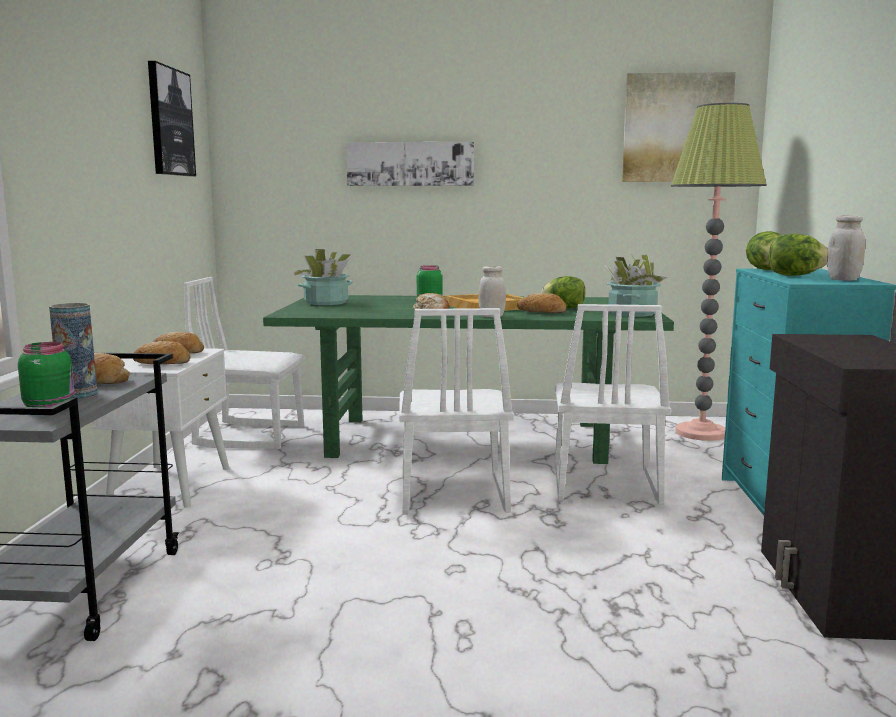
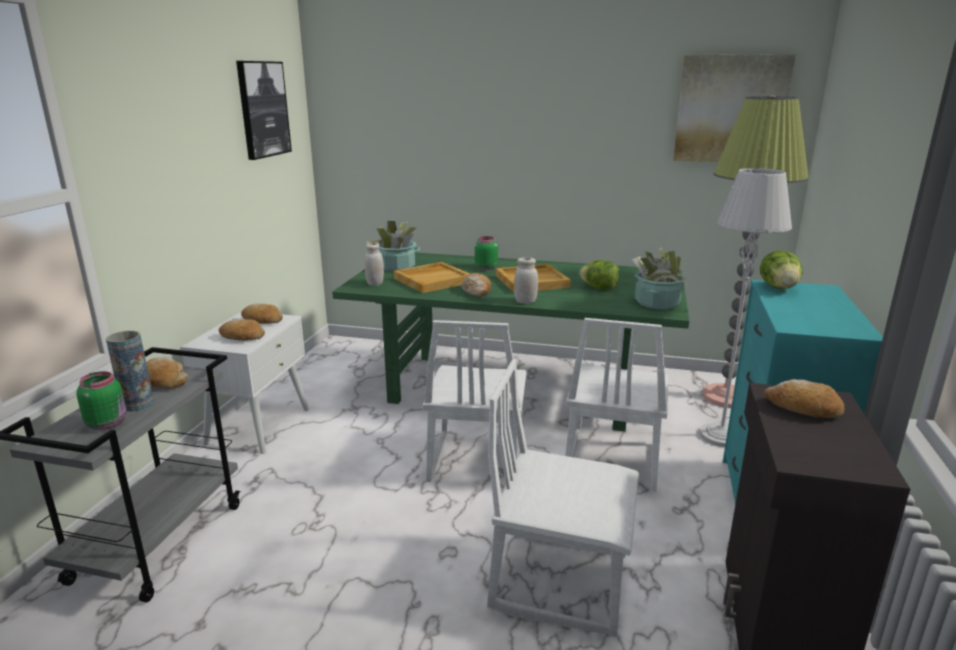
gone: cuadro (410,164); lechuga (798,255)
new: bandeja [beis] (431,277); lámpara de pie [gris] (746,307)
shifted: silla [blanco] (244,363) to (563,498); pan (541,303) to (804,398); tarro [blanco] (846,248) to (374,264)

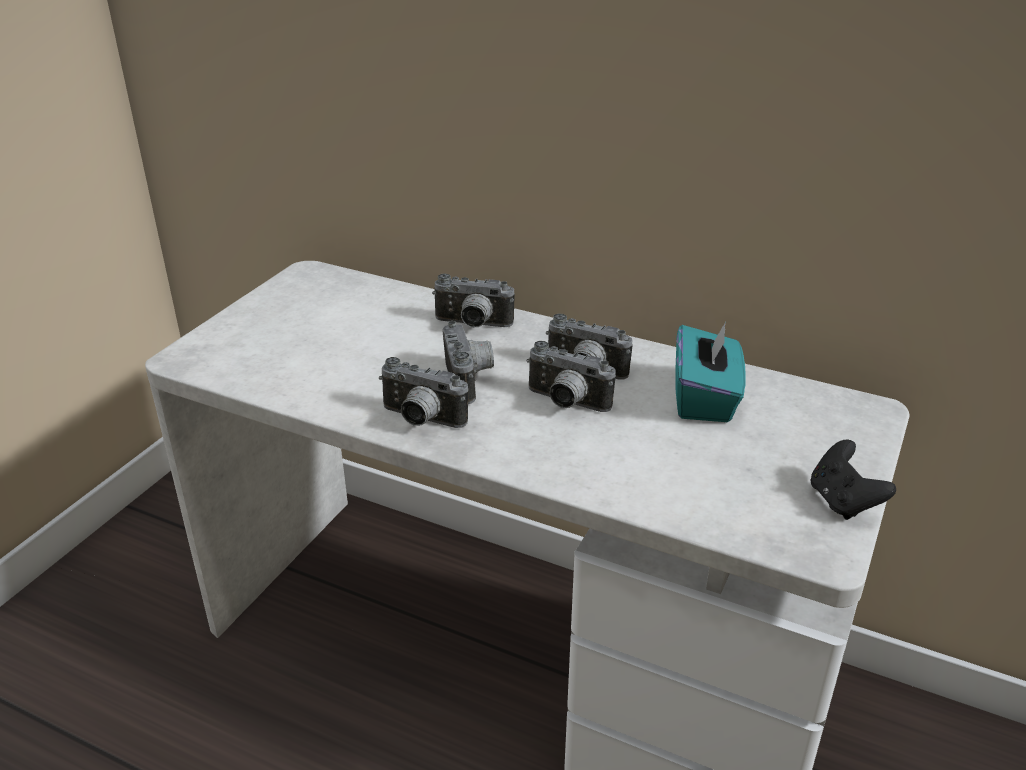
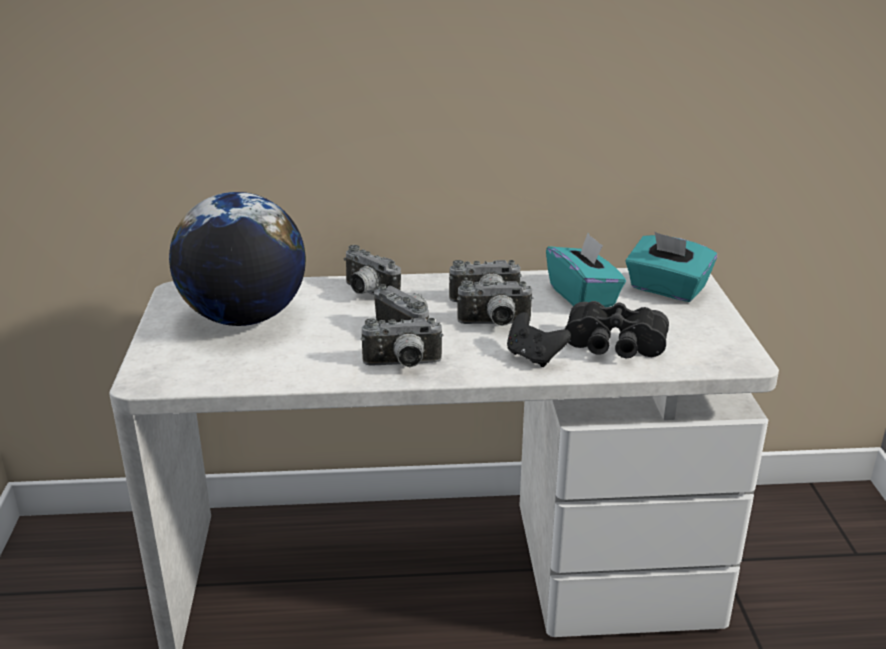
new: globo terráqueo (237,259); prismáticos [negro] (617,329); caja de pañuelos [turquesa] (671,267)
shifted: mando de consola [negro] (853,480) to (539,339)
rotated: cámara (473,301) = (372,270) 60 degrees clockwise

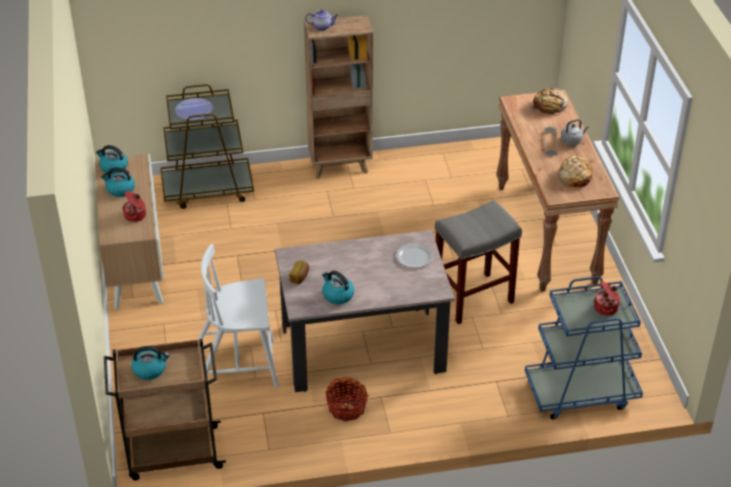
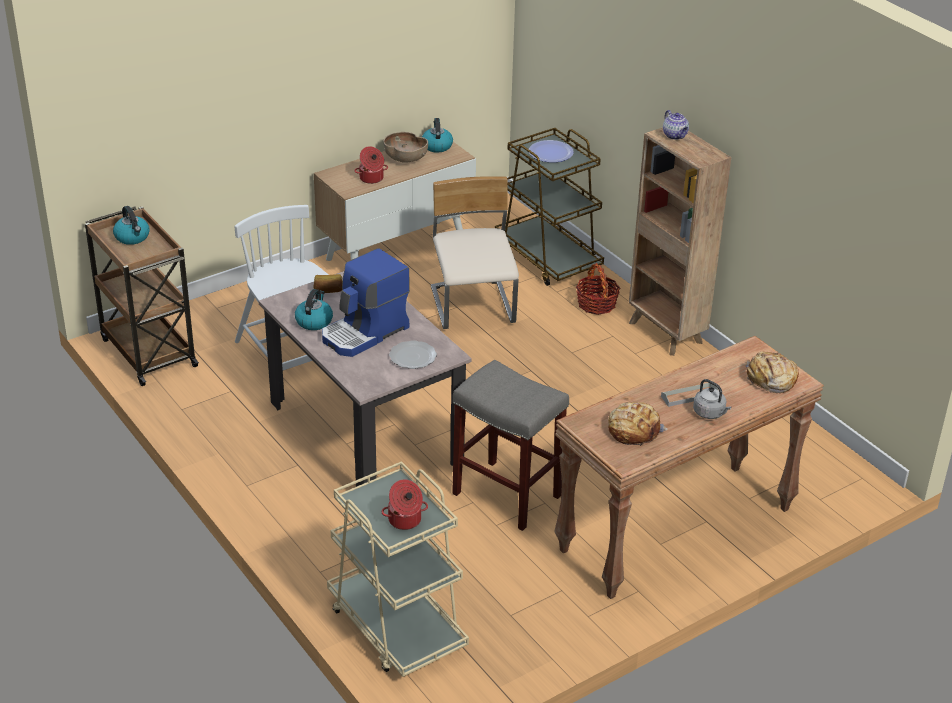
new: cafetera (366,302); silla [beis] (475,252)
shifted: cesta (347,399) to (598,289)
swapped: hervidor (118,182) to cuenco [marrón] (405,147)
repainted: carrito [azul] (584,347) to carrito [beis] (398,569)

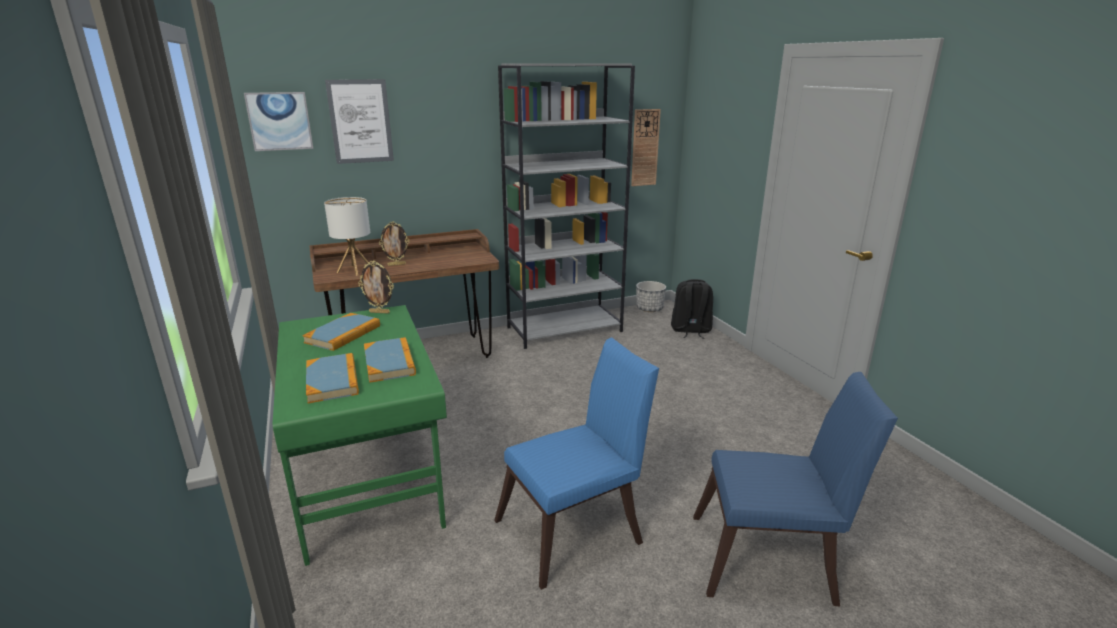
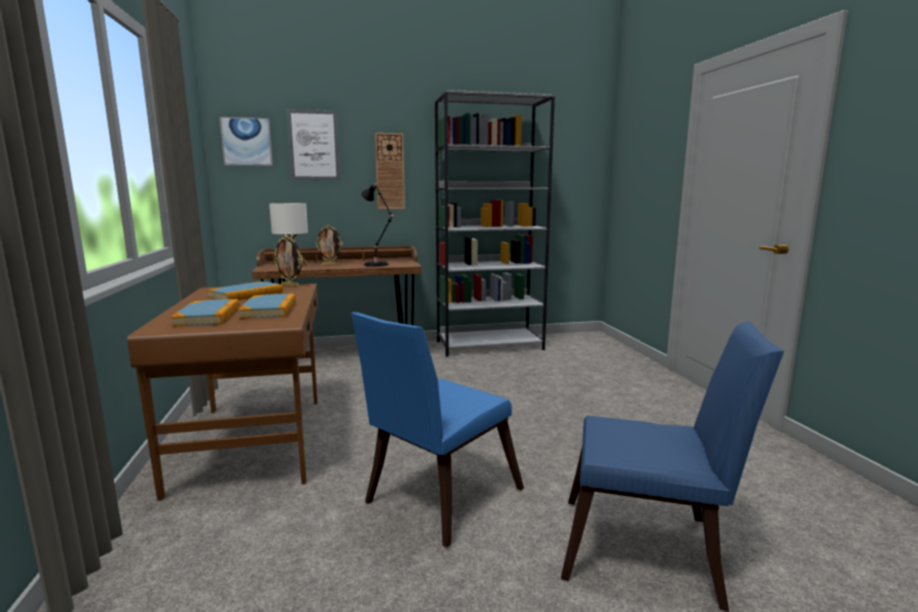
gone: maceta (651,296); mochila [negro] (692,309)
new: lámpara de mesa [negro] (377,225)
shifted: reloj de pared (646,147) to (390,171)
repainted: escritorio [verde] (360,435) to escritorio [marrón] (222,392)
rotated: silla [azul] (576,463) = (437,430) 150 degrees clockwise

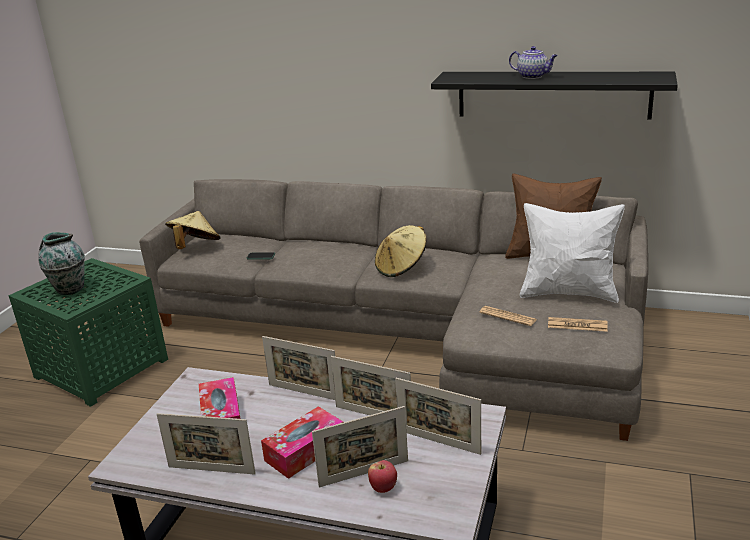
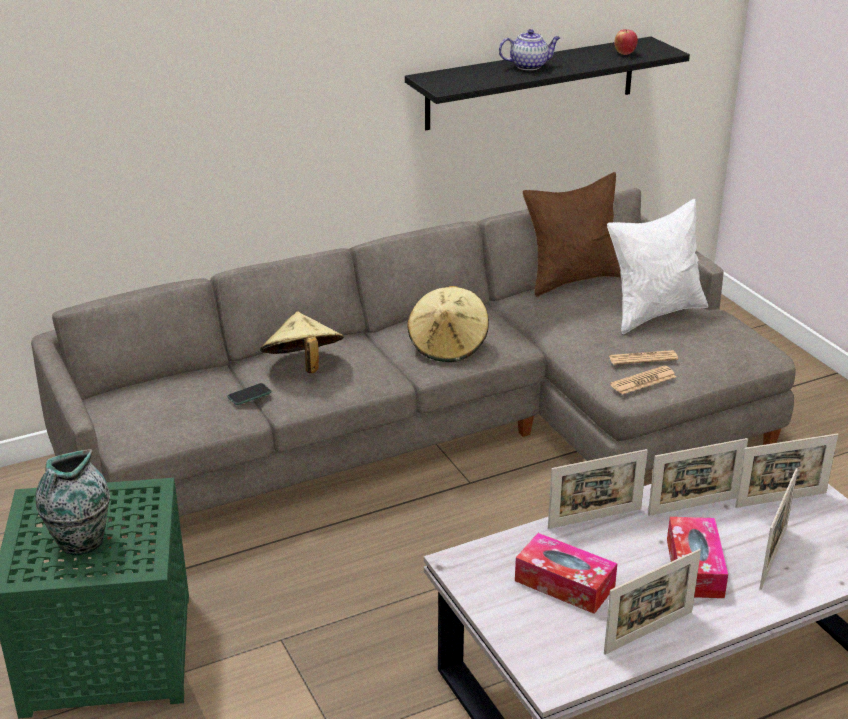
shifted: sombrero [beis] (193,230) to (302,342); manzana (382,476) to (626,42); periódico (578,324) to (643,380)

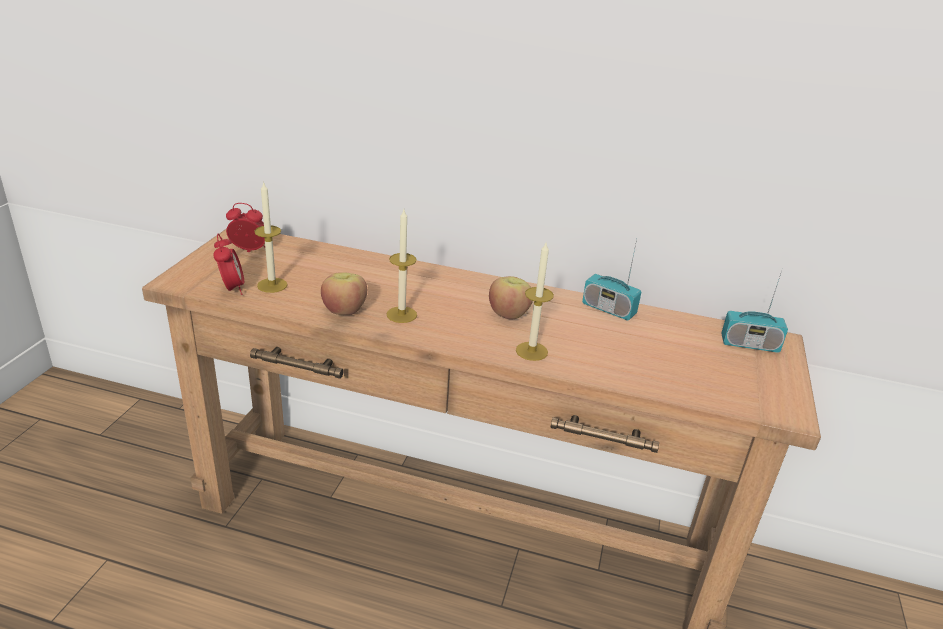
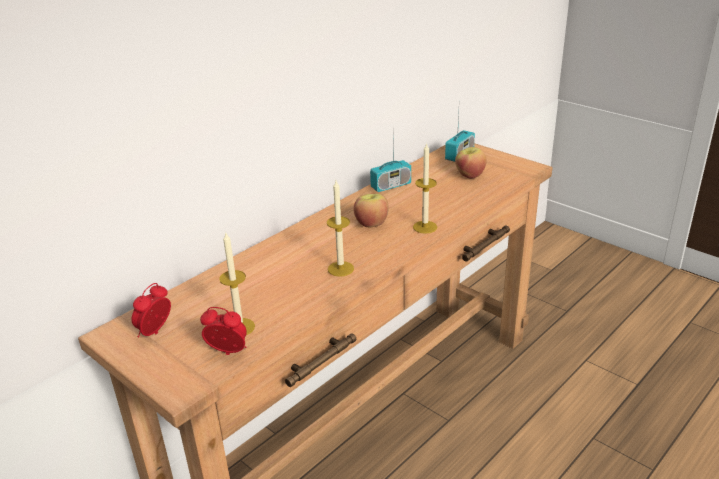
shifted: manzana (344,293) to (470,163)

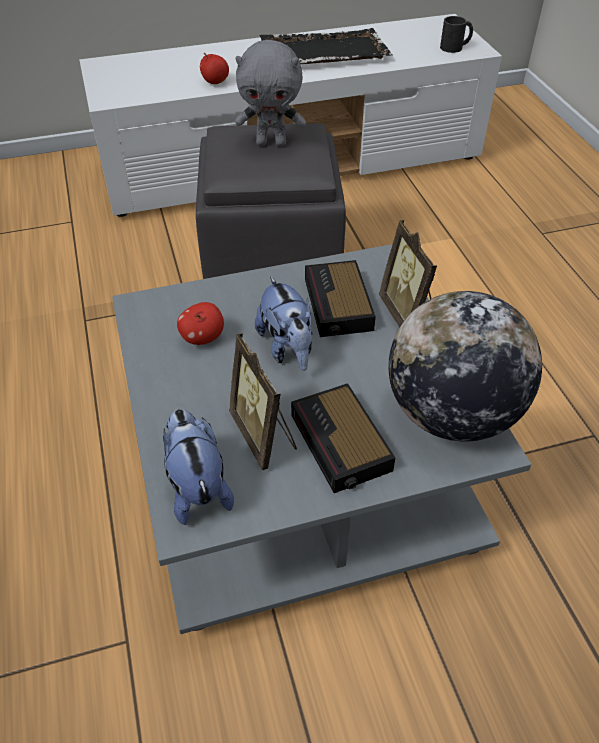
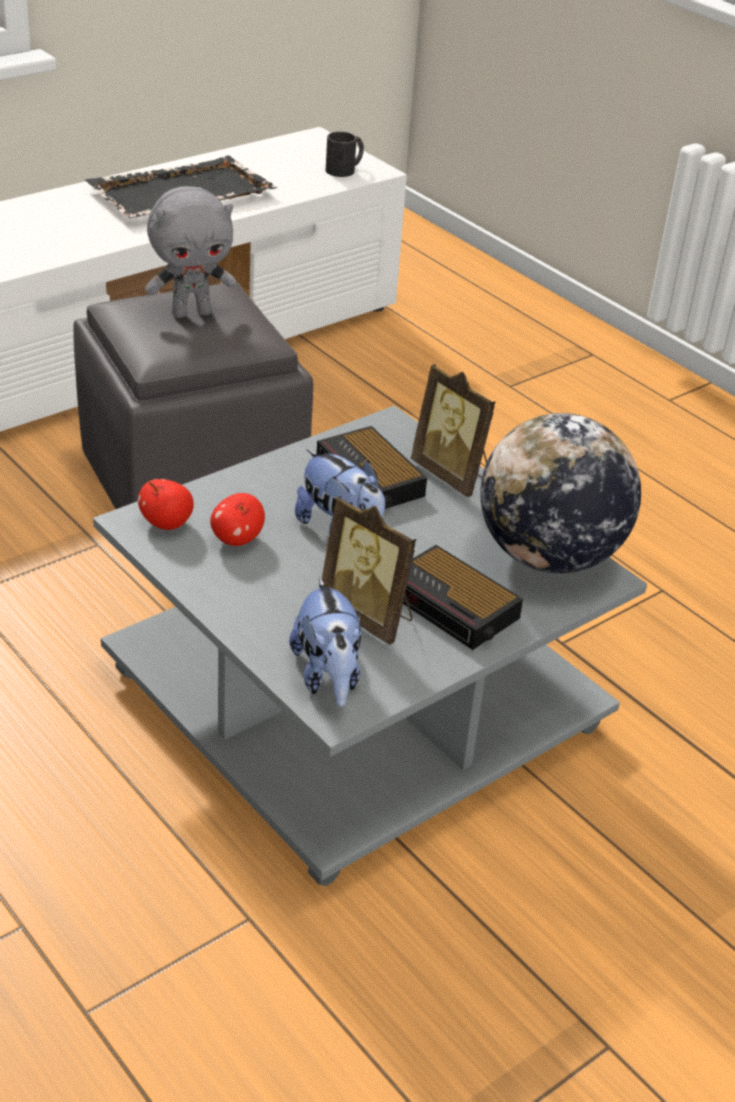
shifted: manzana (214,68) to (166,504)
rotated: peluche (198,467) = (325,642) 150 degrees counterclockwise

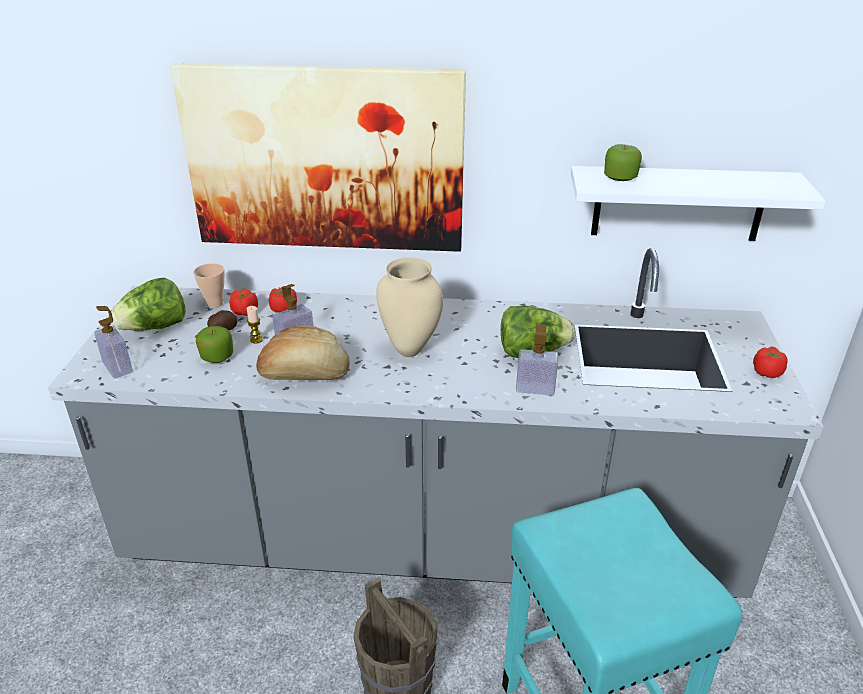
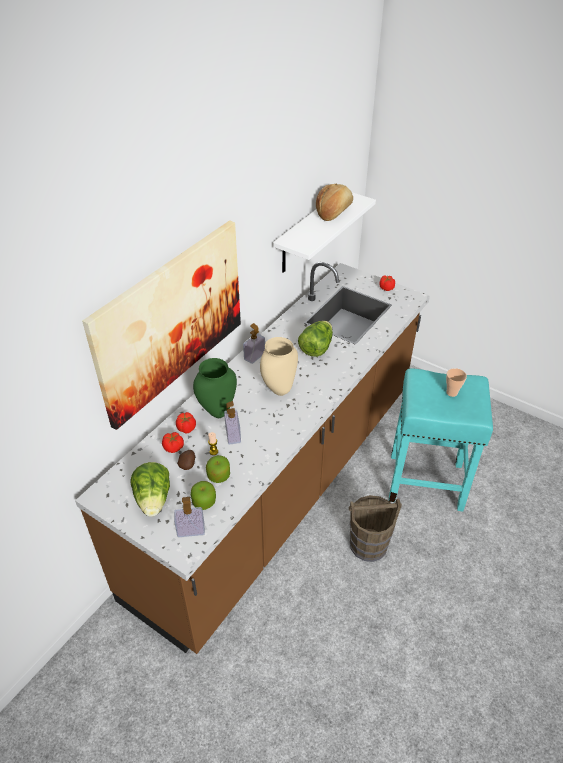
new: florero [verde] (215,388)
shifted: taza (209,285) to (456,382); pan (302,352) to (334,202); dispensador de jabón (537,359) to (254,343); manzana (623,162) to (203,495)
repainted: mueble bajo de cocina [gris] (436,423) to mueble bajo de cocina [marrón] (252,458)

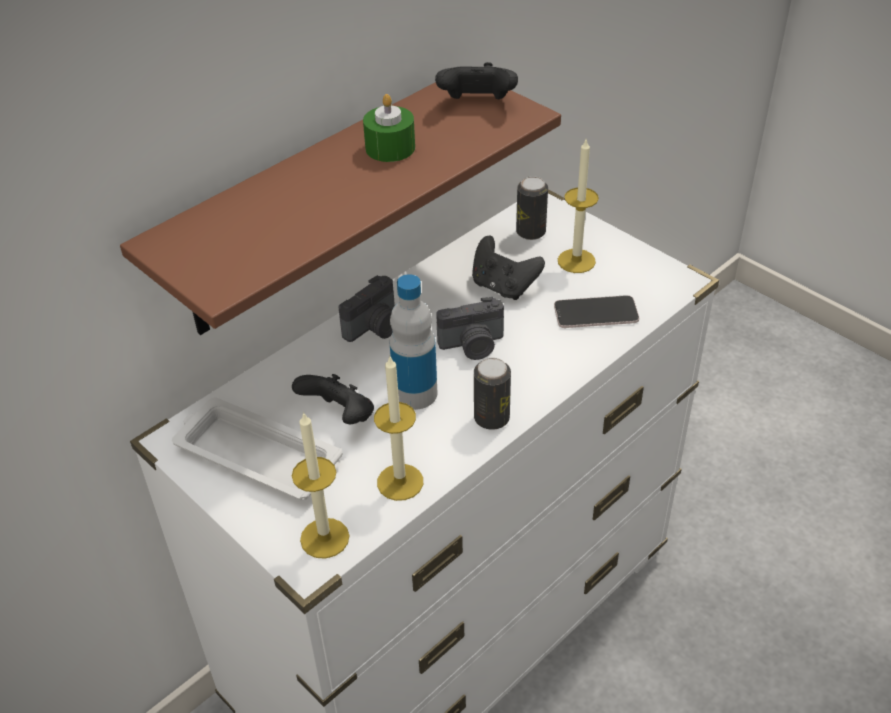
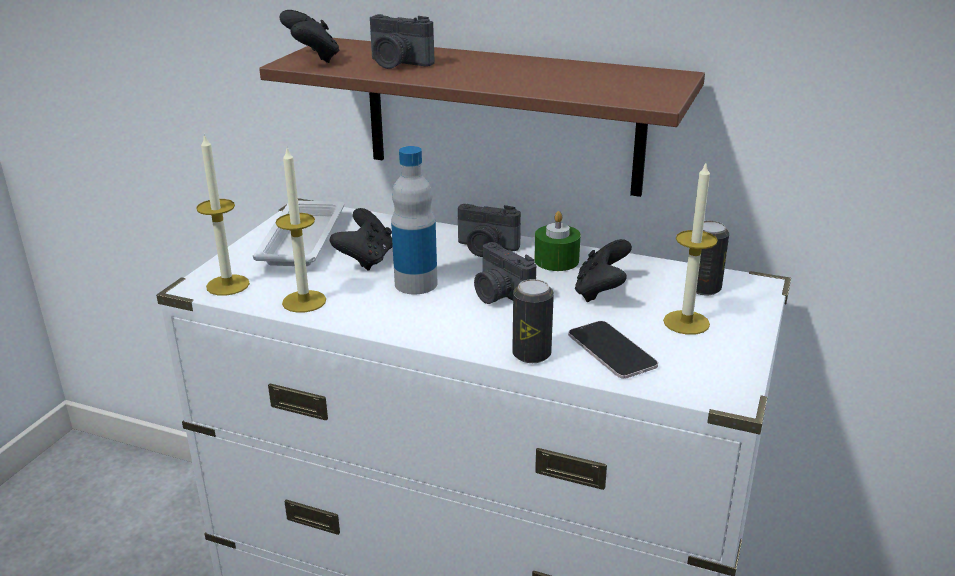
new: cámara (402,41)
shifted: vela [verde] (389,128) to (557,241); mando de consola [negro] (476,80) to (309,36); lata (492,394) to (533,321)

